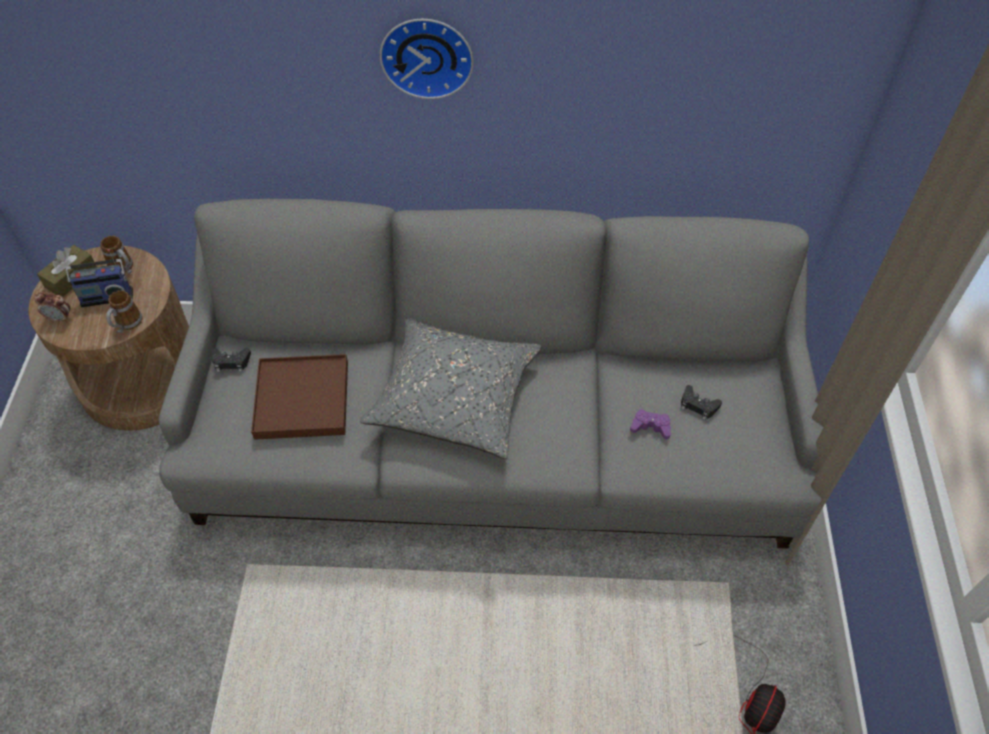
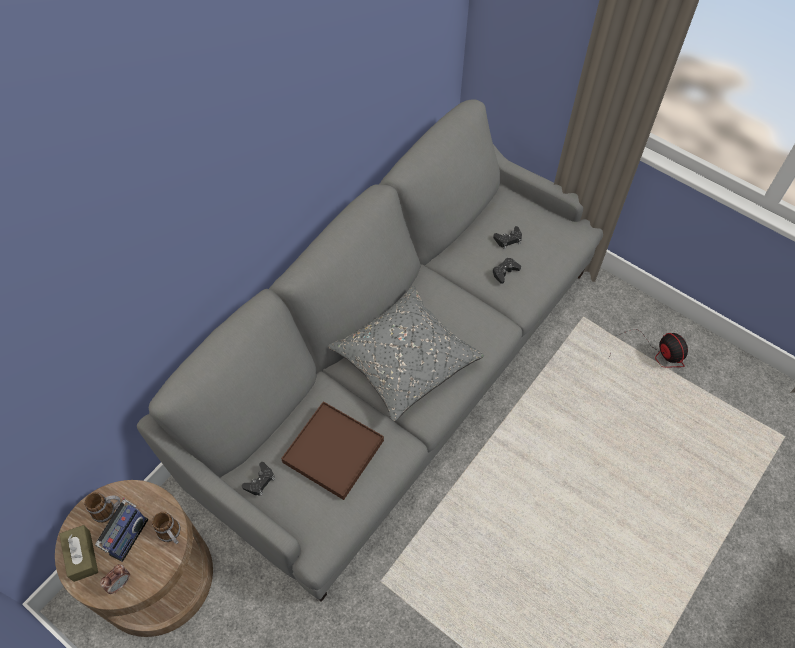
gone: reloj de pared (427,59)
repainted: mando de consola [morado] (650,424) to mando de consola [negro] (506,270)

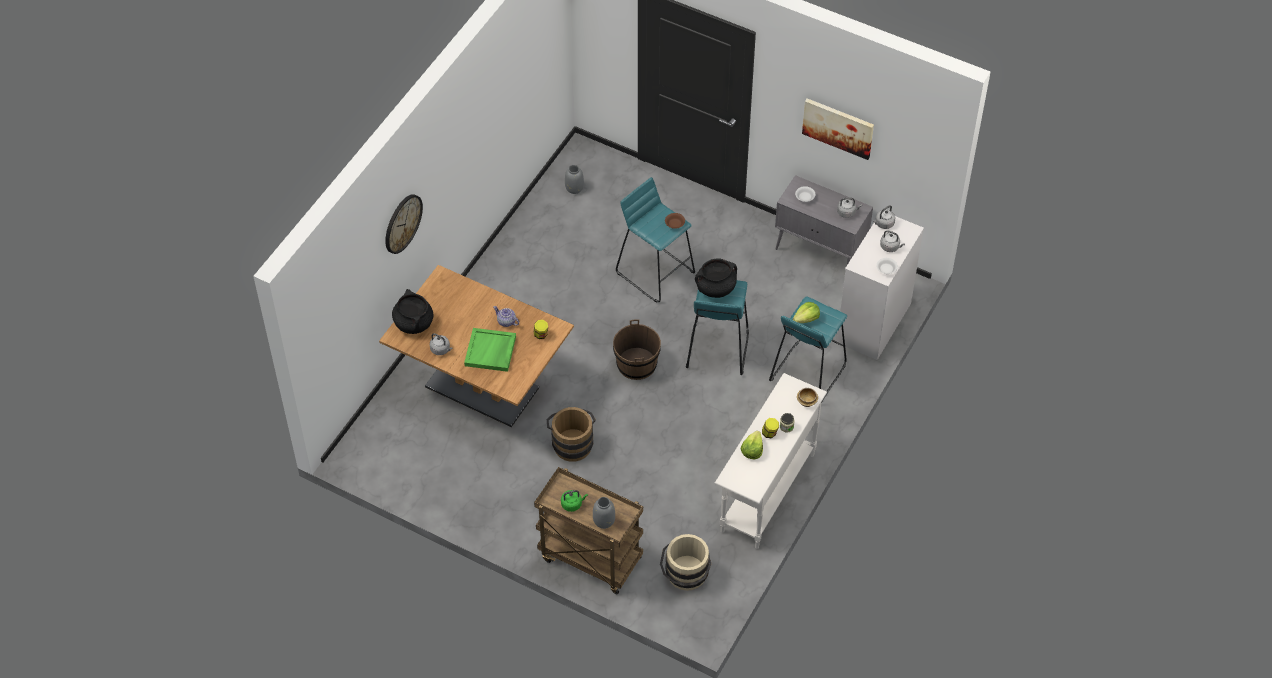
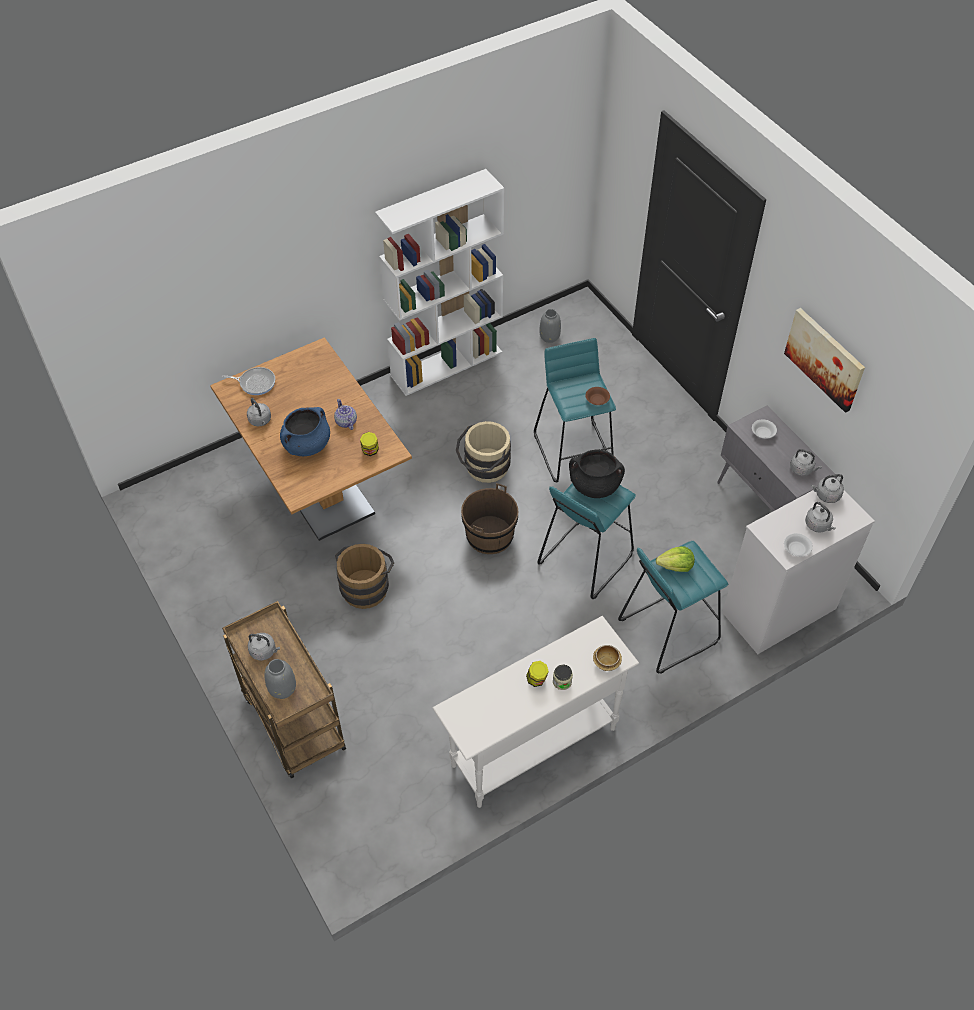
gone: reloj de pared (404,224); lechuga (751,445)
new: estantería [blanco] (439,282)
shifted: cubo [beis] (685,562) to (483,452)
swapped: olla [negro] (412,311) to sartén (248,381); bandeja [verde] (490,350) to olla [azul] (305,431)
repainted: hervidor [verde] (574,501) to hervidor [gris] (264,646)

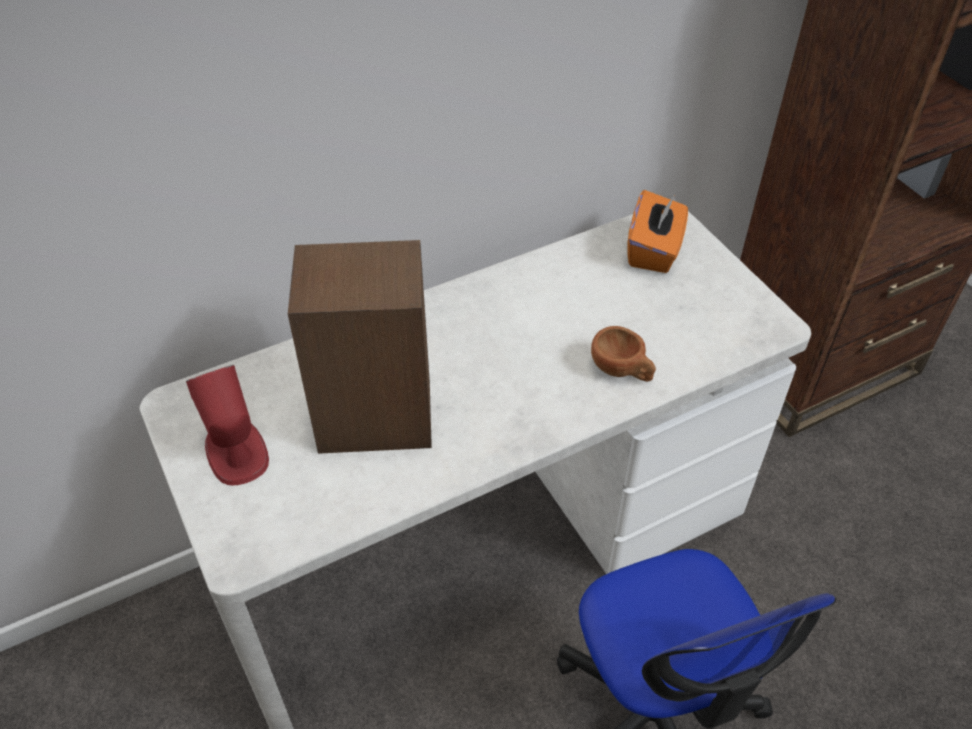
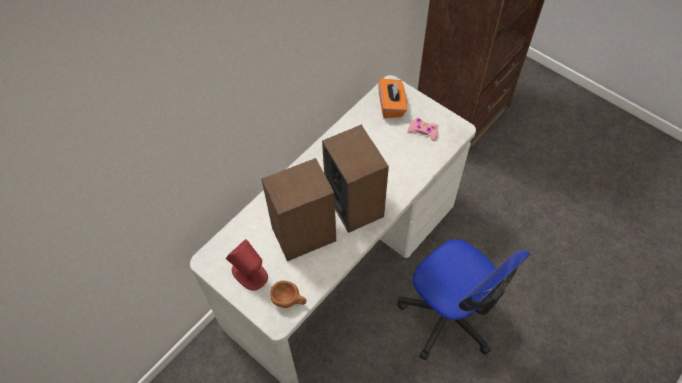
new: altavoz (355,179); mando de consola [rosa] (423,129)
shifted: taza [marrón] (623,354) to (288,294)

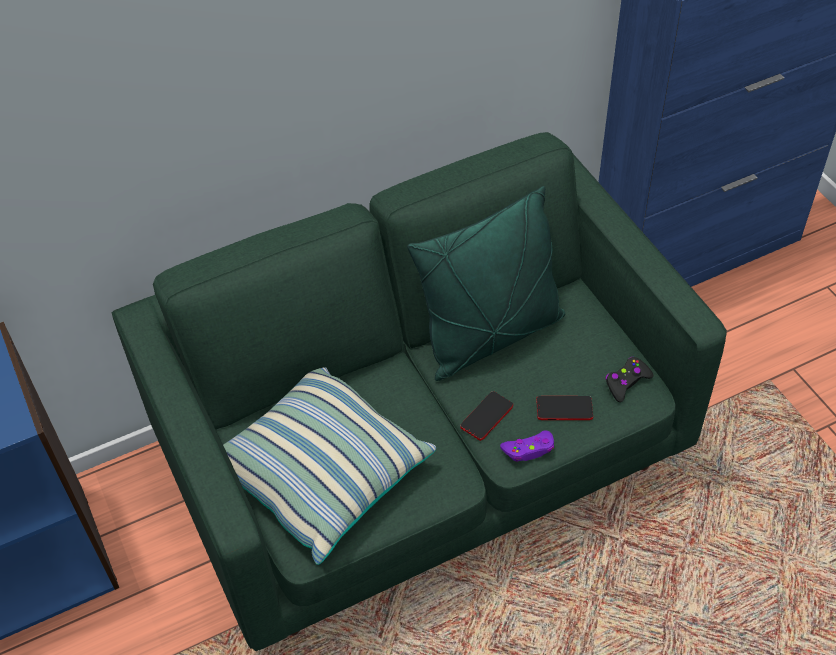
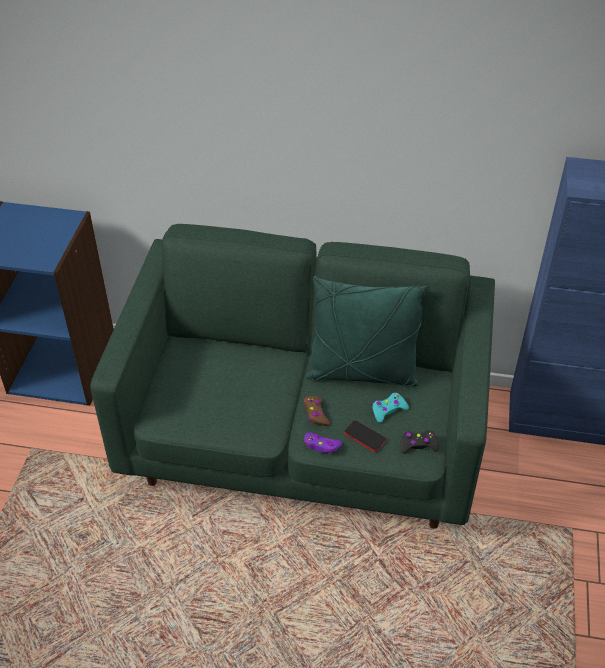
gone: cojín (329,466)
new: mando de consola [turquesa] (390,408)
swapped: móvil (486,416) to mando de consola [marrón] (317,411)

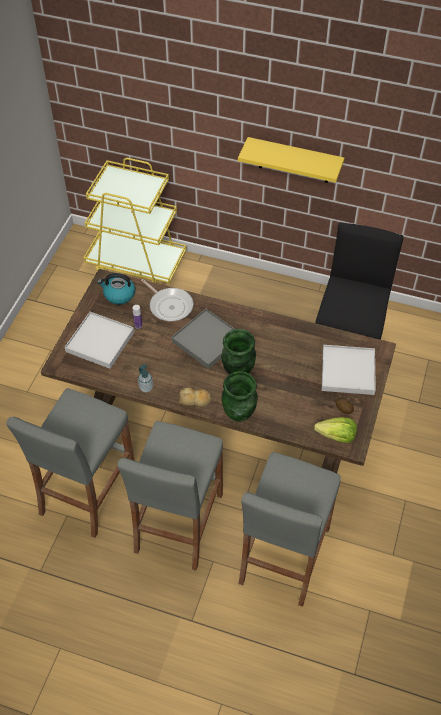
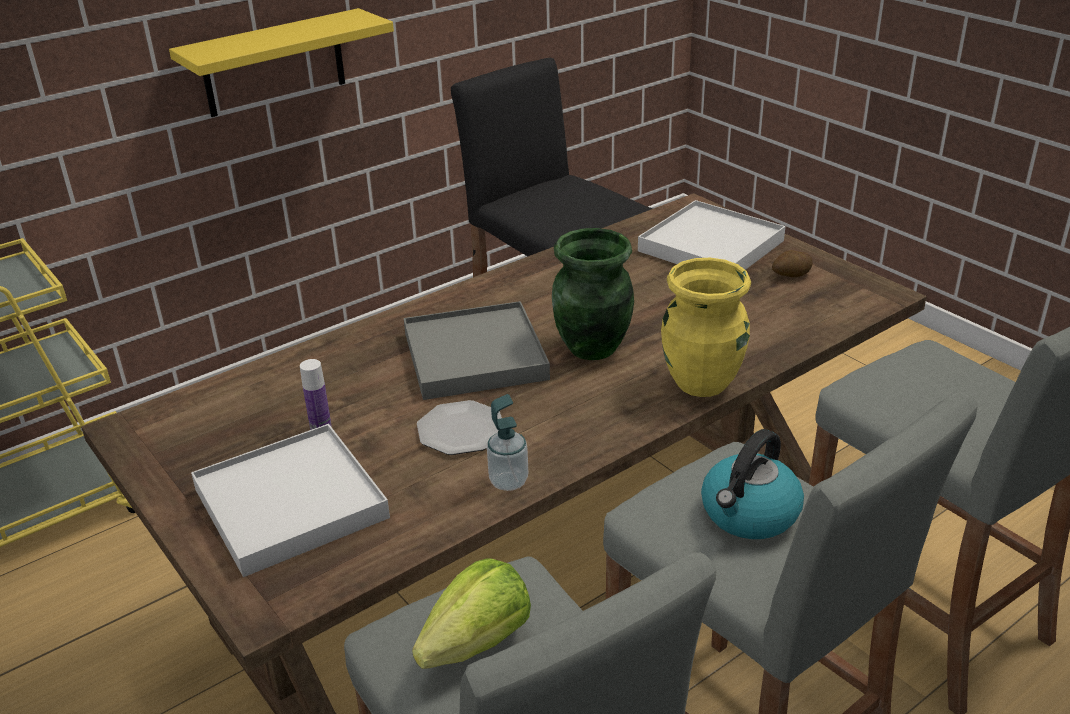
gone: sartén (167,300); pan (195,397)
new: plato (459,427)
shifted: hervidor (116,289) to (752,484); lechuga (335,430) to (471,614)
repainted: florero [verde] (240,396) to florero [amarillo] (706,327)

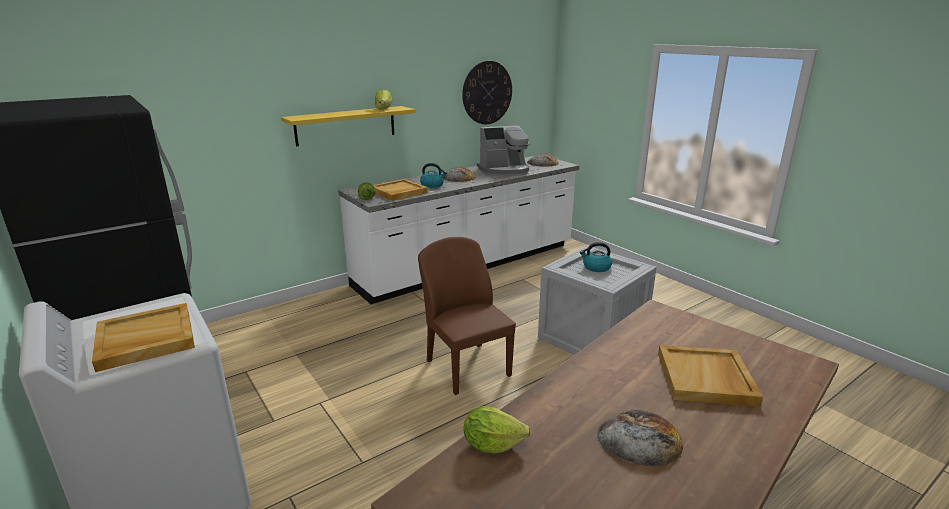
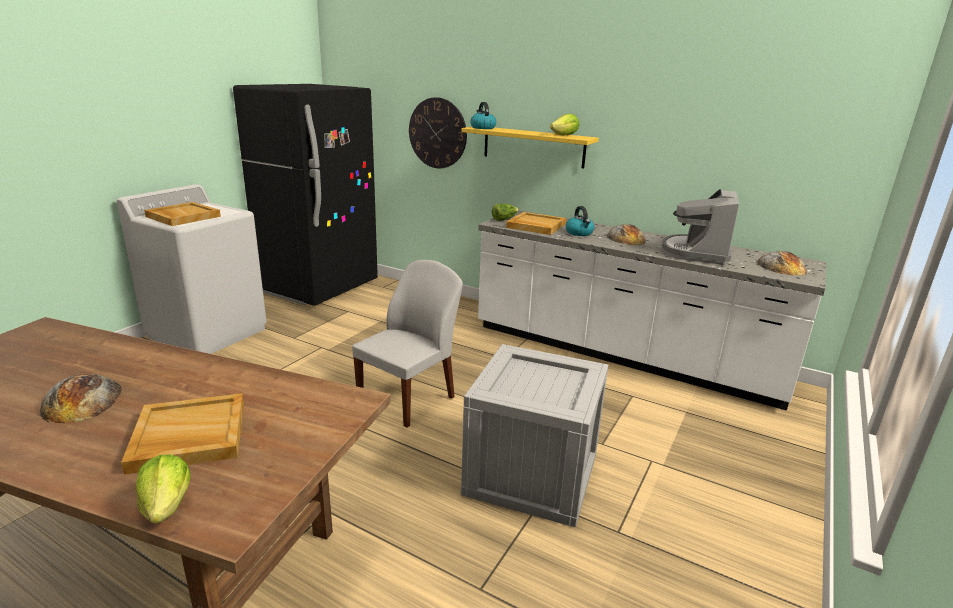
shifted: reloj de pared (487,92) to (438,132); lechuga (497,429) to (163,489); hervidor (596,257) to (483,115)
repainted: silla [marrón] (467,316) to silla [blanco] (407,344)
rotated: cafetera (503,150) = (700,227) 60 degrees clockwise

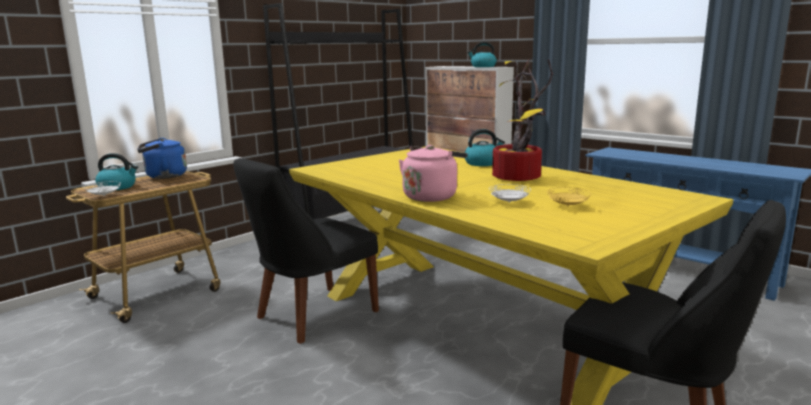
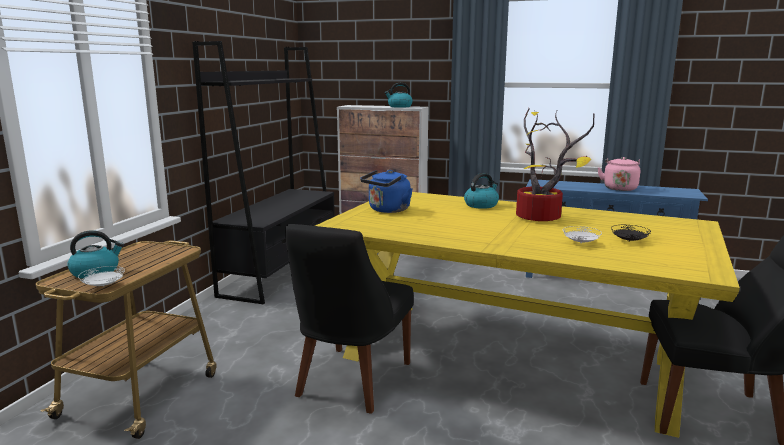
shifted: hervidor [azul] (162,158) to (386,191); hervidor [rosa] (433,173) to (618,174)
repainted: plato [amarillo] (569,196) to plato [negro] (631,233)

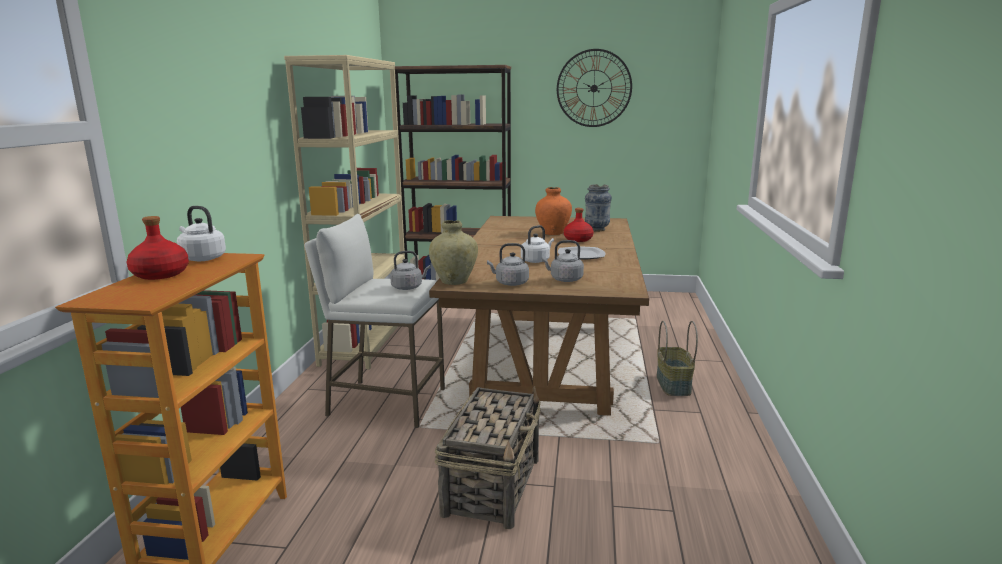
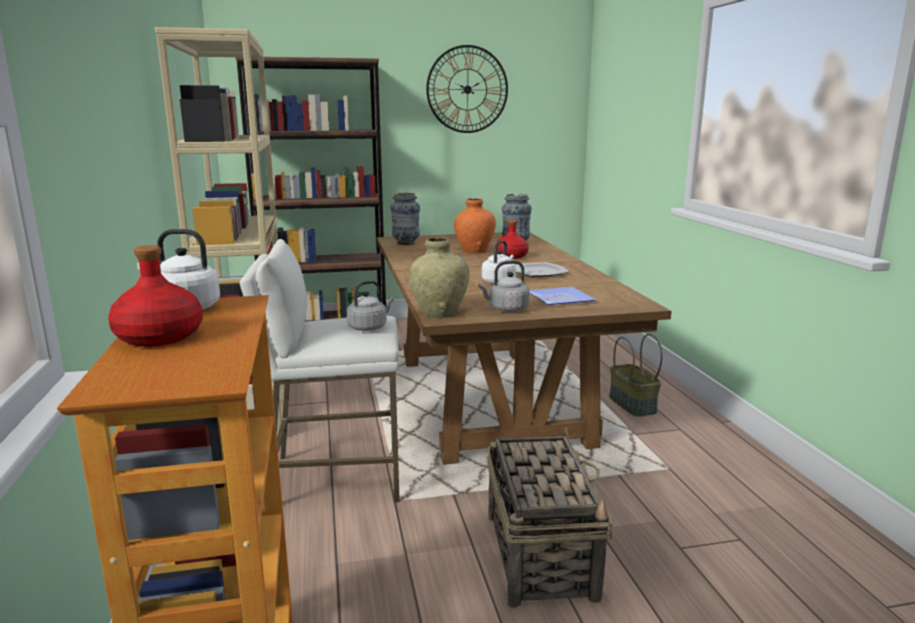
new: florero (405,219)
swapped: hervidor [gris] (563,261) to plato (563,296)

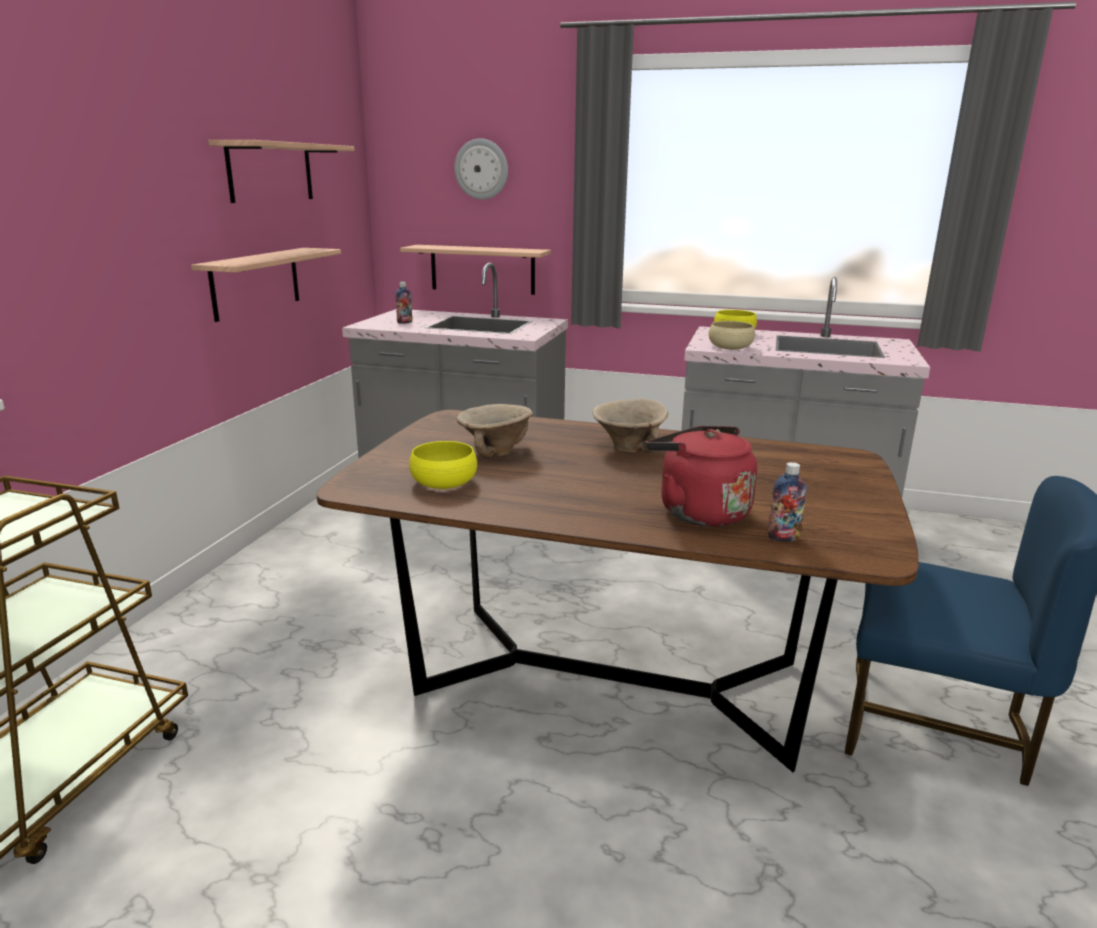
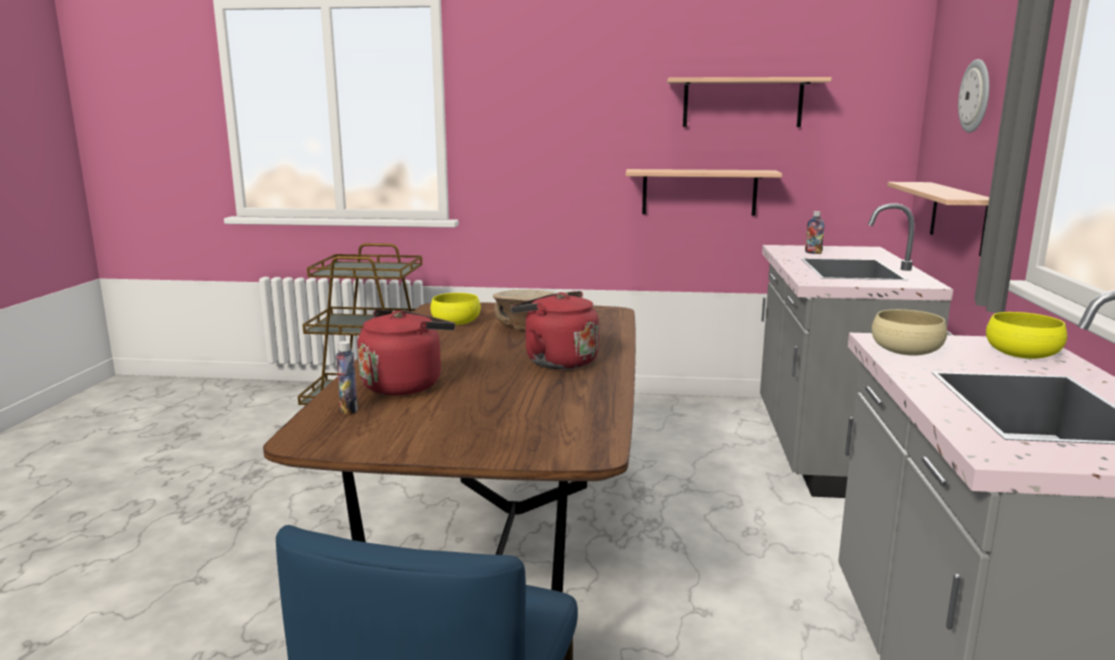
swapped: cuenco [beis] (630,426) to hervidor [rojo] (555,330)

